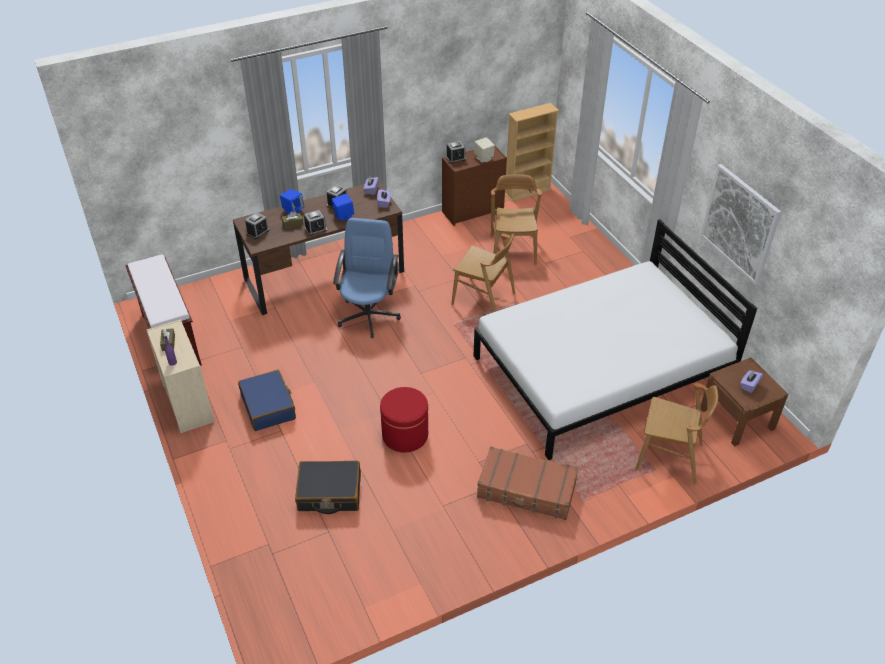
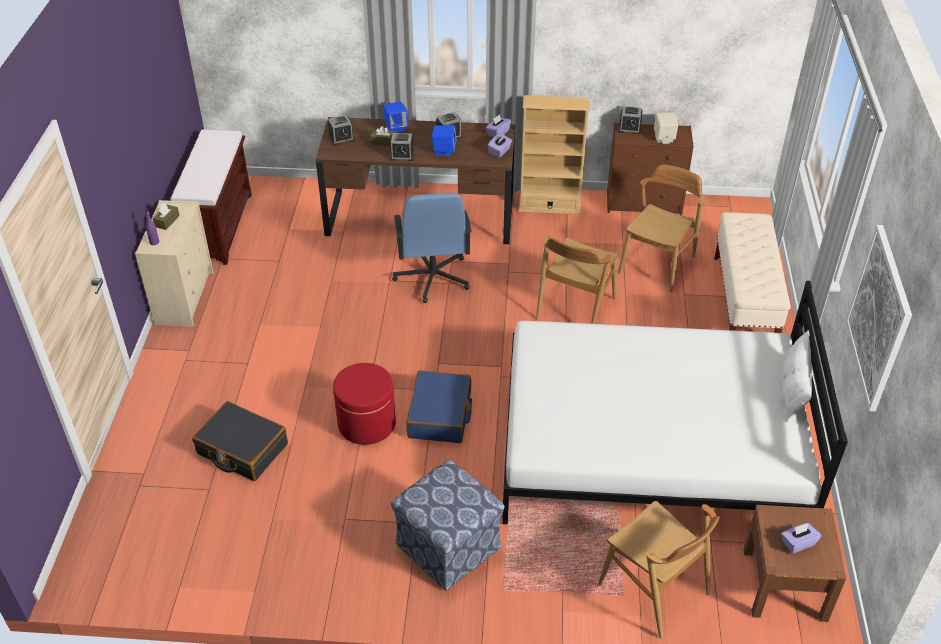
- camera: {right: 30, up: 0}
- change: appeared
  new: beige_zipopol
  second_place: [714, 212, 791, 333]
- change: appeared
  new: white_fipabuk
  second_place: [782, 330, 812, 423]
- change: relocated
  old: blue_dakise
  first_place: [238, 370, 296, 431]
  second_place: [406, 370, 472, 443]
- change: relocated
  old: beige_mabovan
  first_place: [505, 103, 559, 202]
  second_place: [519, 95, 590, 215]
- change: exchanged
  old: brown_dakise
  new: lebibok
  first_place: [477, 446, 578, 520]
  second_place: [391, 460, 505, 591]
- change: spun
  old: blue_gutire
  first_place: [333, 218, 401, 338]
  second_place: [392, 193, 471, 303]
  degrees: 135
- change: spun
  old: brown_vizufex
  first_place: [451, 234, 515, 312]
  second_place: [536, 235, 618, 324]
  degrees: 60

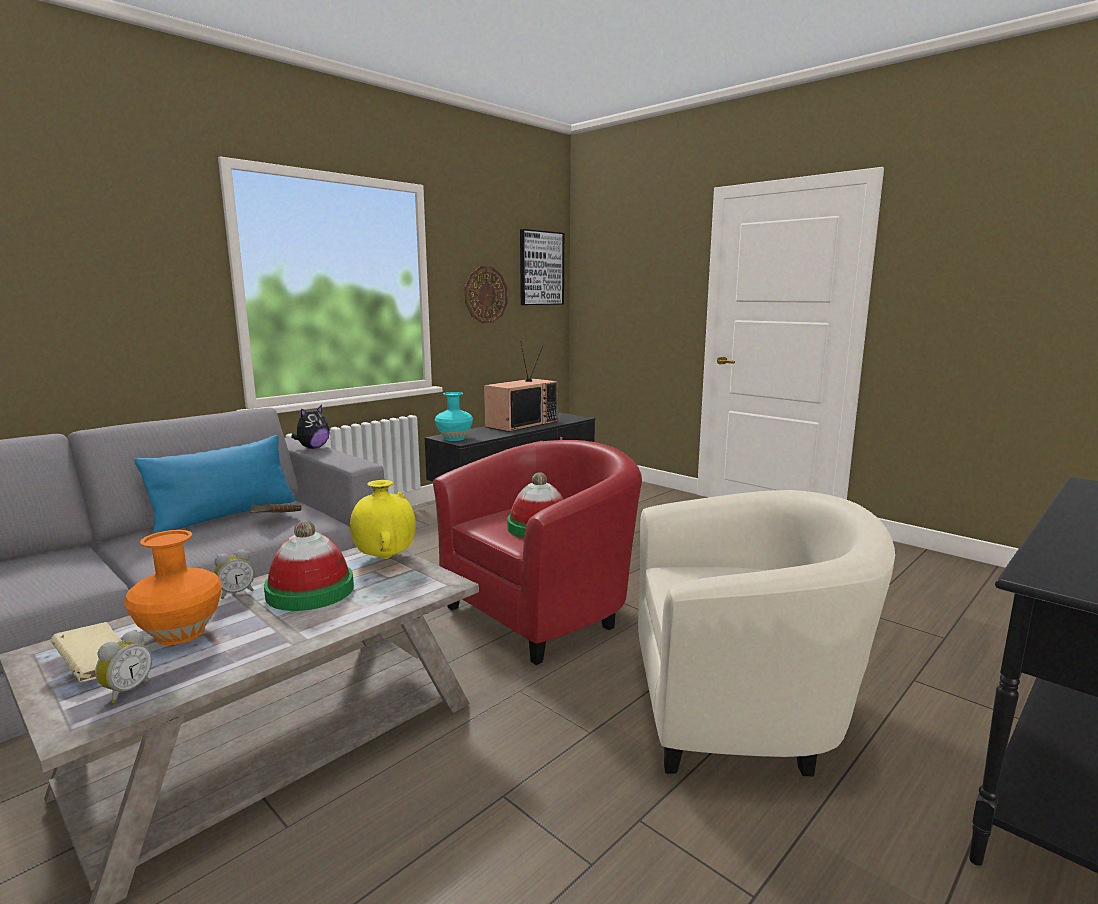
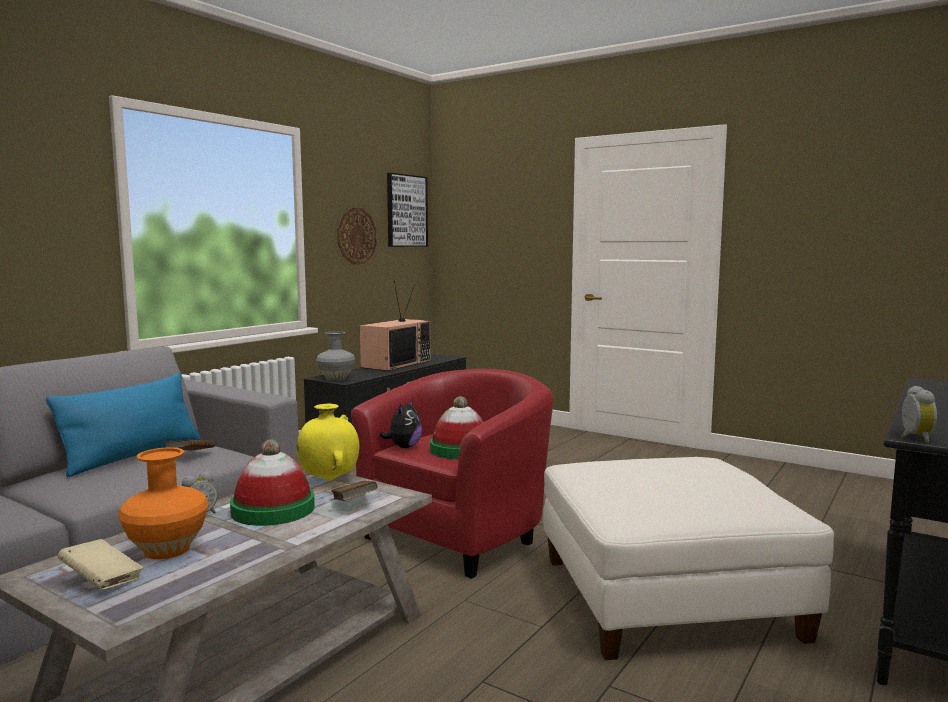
- camera: {right: -10, up: -5}
- change: appeared
  new: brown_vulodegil
  second_place: [331, 481, 377, 501]
- change: relocated
  old: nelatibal
  first_place: [95, 630, 152, 703]
  second_place: [901, 386, 937, 443]
- change: relocated
  old: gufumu
  first_place: [291, 405, 330, 449]
  second_place: [379, 399, 422, 448]
- change: exchanged
  old: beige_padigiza
  new: white_lebibok
  first_place: [638, 490, 895, 777]
  second_place: [543, 457, 834, 660]
- change: colour
  old: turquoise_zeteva
  new: grey_zeteva
  first_place: [435, 392, 473, 441]
  second_place: [316, 332, 355, 381]

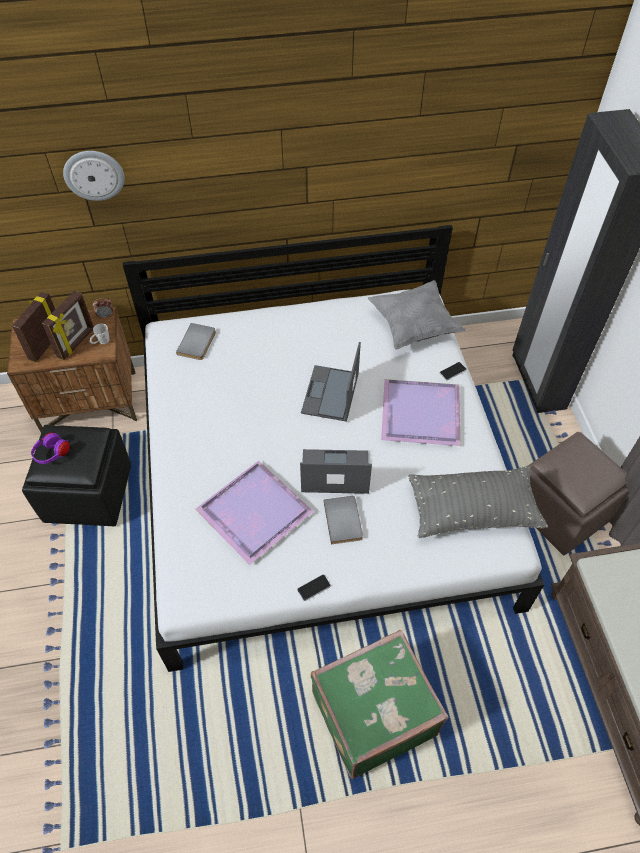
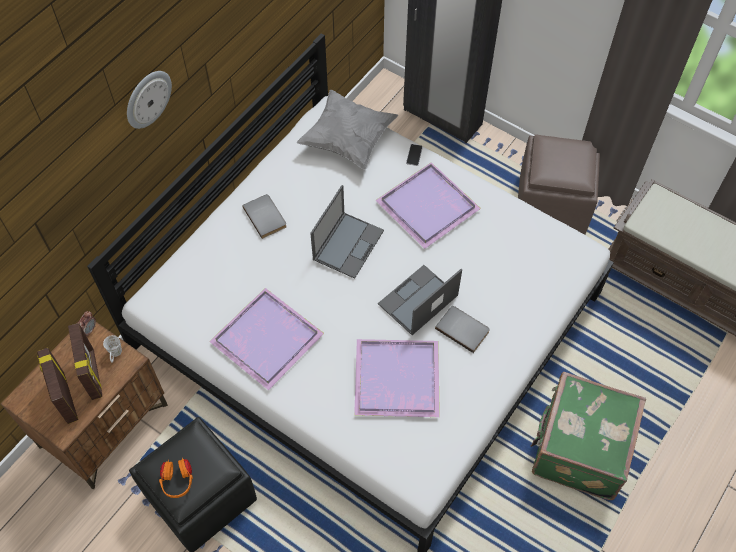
- camera: {right: -45, up: 5}
- change: missing
  old: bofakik
  first_place: [297, 575, 331, 601]
- change: missing
  old: grey_fipabuk
  first_place: [408, 466, 548, 538]
- change: appeared
  new: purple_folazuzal
  second_place: [209, 288, 324, 390]
- change: relocated
  old: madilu
  first_place: [63, 151, 125, 201]
  second_place: [127, 71, 172, 129]
- change: relocated
  old: grey_vulodegil
  first_place: [176, 323, 216, 360]
  second_place: [242, 194, 287, 239]
- change: colour
  old: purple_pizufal
  new: orange_pizufal
  first_place: [31, 432, 70, 464]
  second_place: [159, 458, 193, 498]
- change: spun
  old: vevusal
  first_place: [301, 342, 361, 422]
  second_place: [310, 185, 384, 279]
  degrees: -120

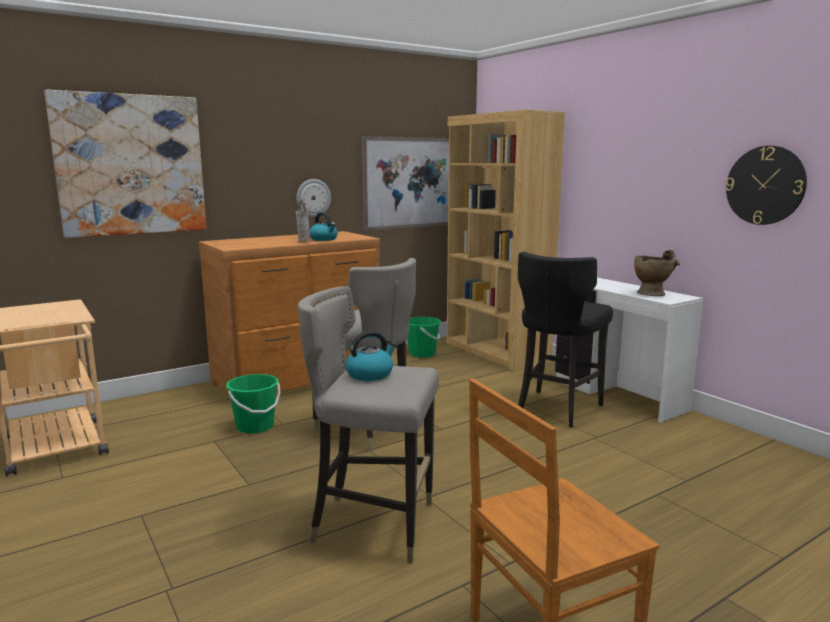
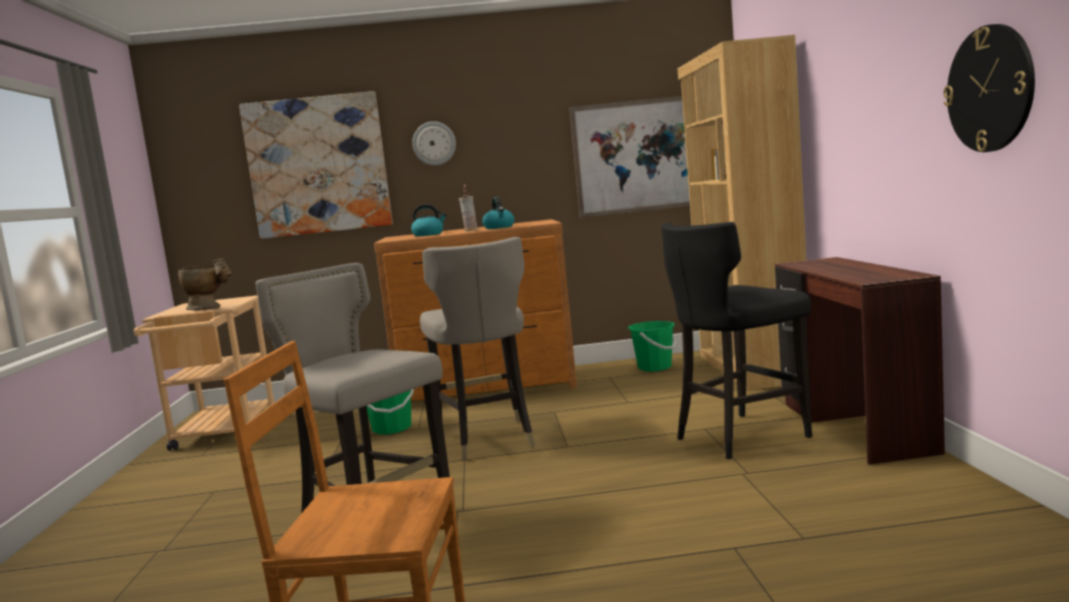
- camera: {right: 30, up: -5}
- change: relocated
  old: madilu
  first_place: [296, 179, 331, 217]
  second_place: [412, 121, 456, 165]
- change: relocated
  old: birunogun
  first_place: [345, 331, 397, 381]
  second_place: [411, 204, 447, 237]
- change: relocated
  old: beige_zeteva
  first_place: [634, 250, 680, 296]
  second_place: [178, 258, 232, 310]
- change: colour
  old: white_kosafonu
  new: brown_kosafonu
  first_place: [555, 278, 704, 423]
  second_place: [775, 257, 945, 465]

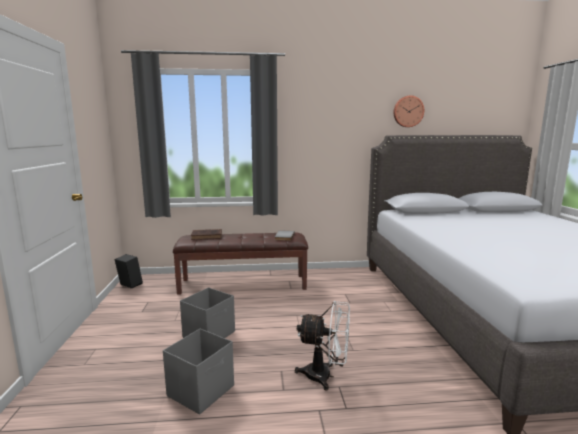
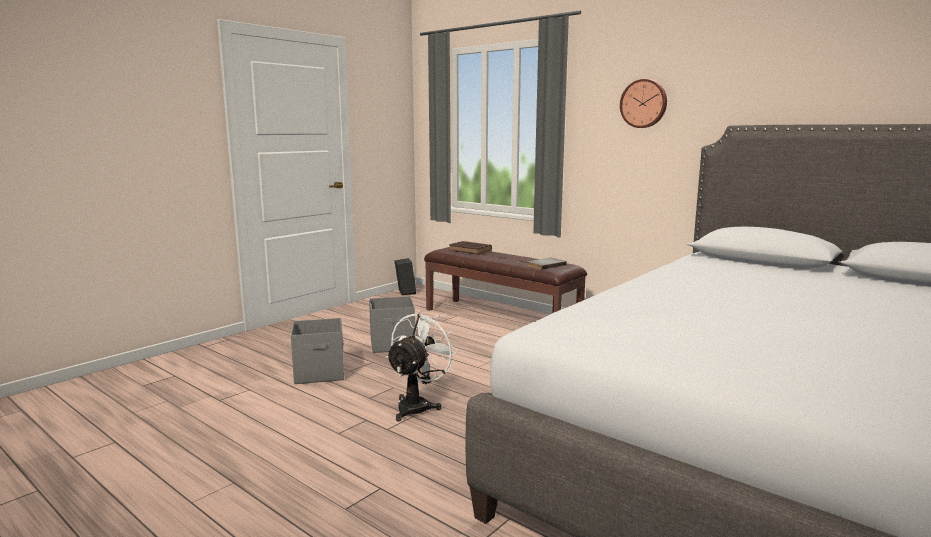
- camera: {right: 45, up: 0}
- change: relocated
  old: madilu
  first_place: [394, 96, 424, 127]
  second_place: [620, 79, 667, 128]
- change: spun
  old: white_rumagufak
  first_place: [295, 300, 350, 391]
  second_place: [386, 311, 458, 421]
  degrees: -120

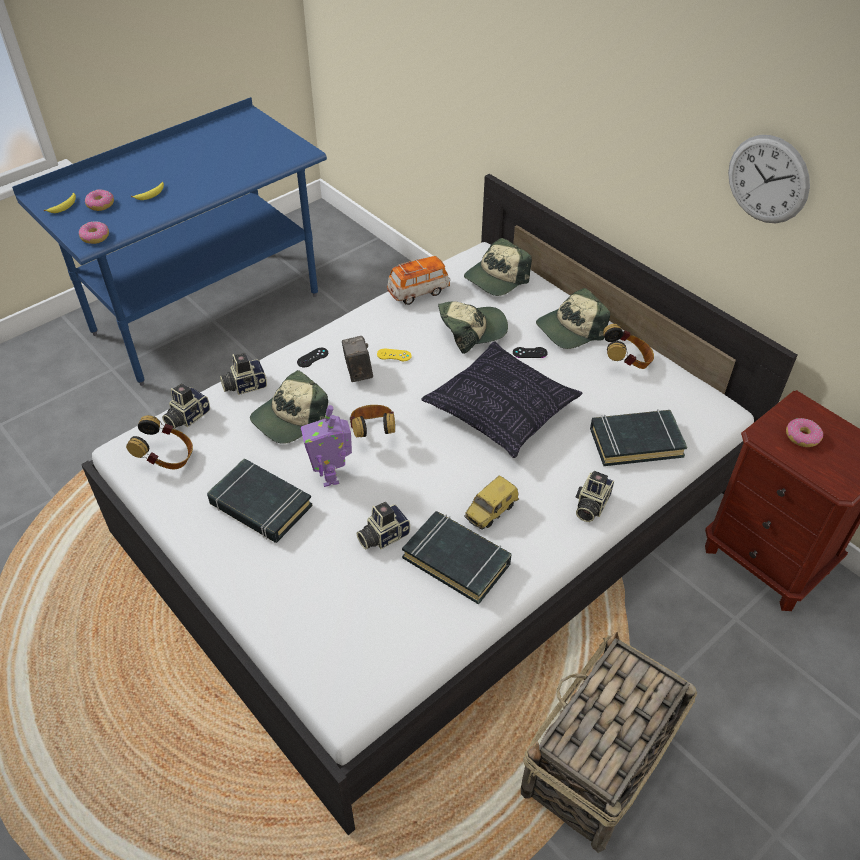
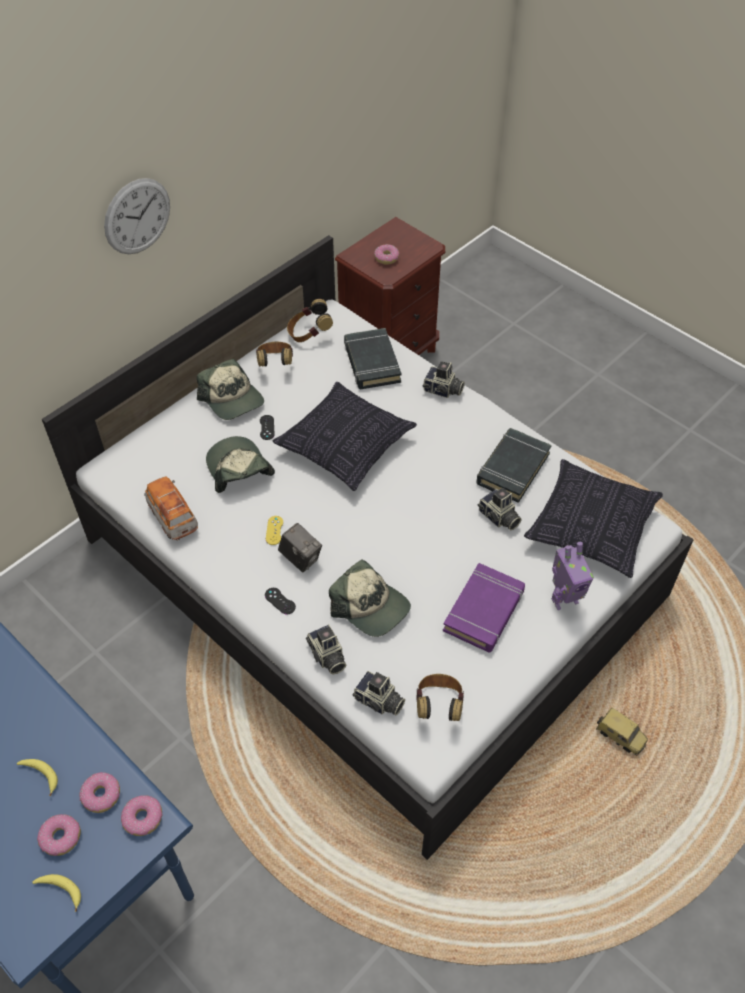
- camera: {right: -95, up: 5}
- change: missing
  old: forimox
  first_place: [464, 238, 532, 296]
- change: missing
  old: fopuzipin
  first_place: [521, 632, 697, 853]
- change: appeared
  new: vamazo
  second_place: [79, 772, 120, 813]
- change: appeared
  new: fipabuk
  second_place: [524, 459, 663, 578]
- change: relocated
  old: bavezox
  first_place: [301, 405, 352, 487]
  second_place: [551, 542, 594, 610]
- change: relocated
  old: pizufal
  first_place: [350, 405, 395, 437]
  second_place: [287, 299, 333, 342]
- change: relocated
  old: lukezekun
  first_place: [464, 476, 519, 530]
  second_place: [596, 708, 648, 755]
- change: relocated
  old: madilu
  first_place: [728, 135, 810, 223]
  second_place: [104, 178, 170, 254]
- change: colour
  old: black_vulodegil
  new: purple_vulodegil
  first_place: [207, 458, 312, 543]
  second_place: [443, 563, 525, 653]
- change: spun
  old: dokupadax
  first_place: [342, 336, 373, 382]
  second_place: [278, 523, 322, 572]
  degrees: -120

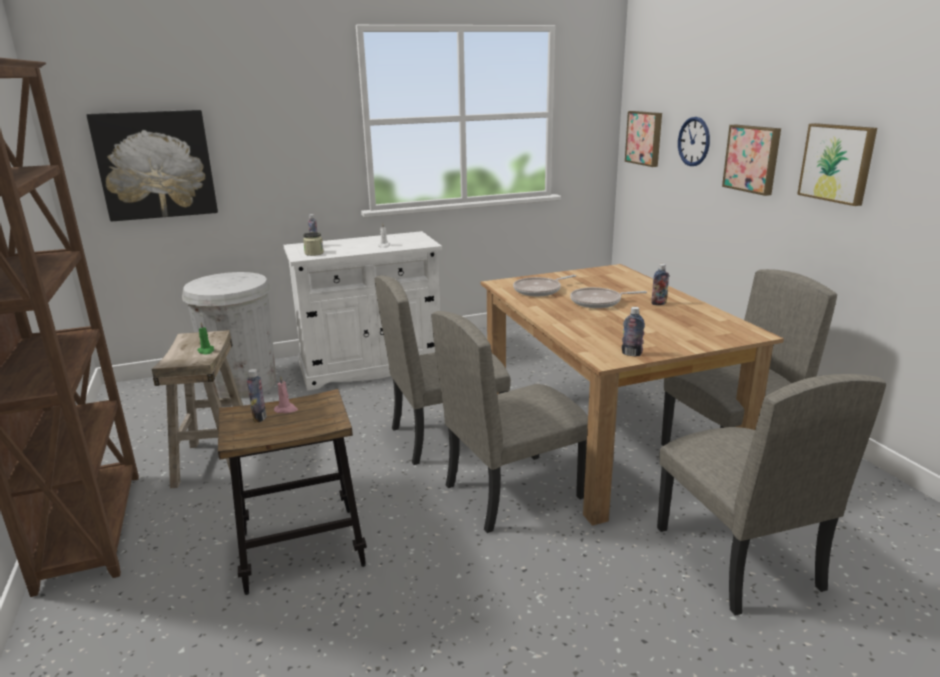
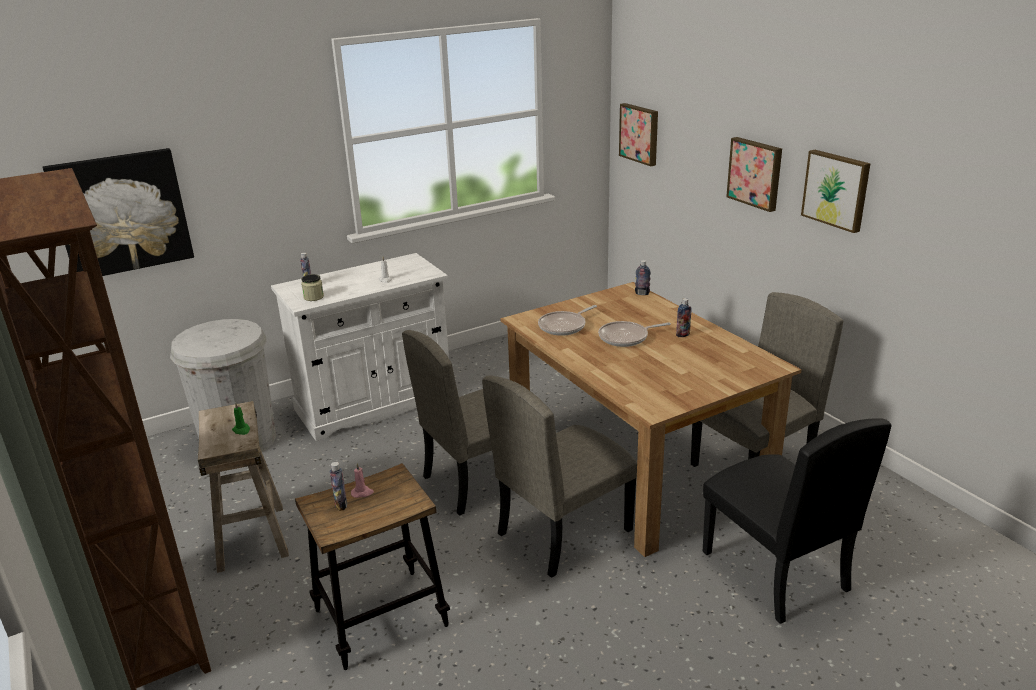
- camera: {right: -10, up: 5}
- change: missing
  old: madilu
  first_place: [678, 117, 710, 166]
- change: relocated
  old: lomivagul
  first_place: [622, 307, 645, 356]
  second_place: [635, 260, 651, 295]
- change: colour
  old: beige_vizufex
  new: black_vizufex
  first_place: [657, 374, 886, 616]
  second_place: [703, 418, 891, 624]

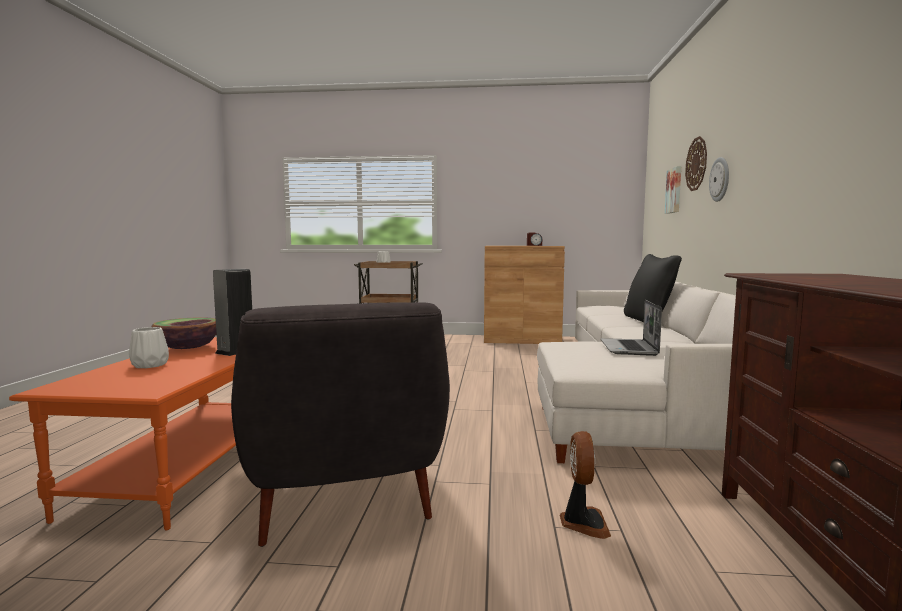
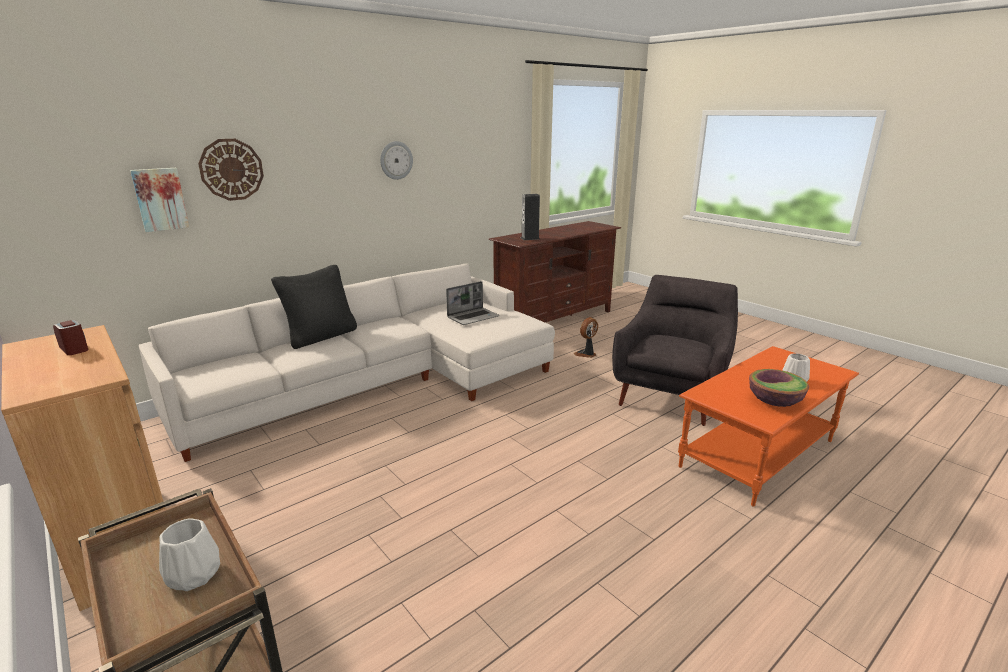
- camera: {right: -135, up: 15}
- change: relocated
  old: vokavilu
  first_place: [213, 269, 252, 356]
  second_place: [521, 194, 540, 240]
- change: relocated
  old: madilu
  first_place: [709, 157, 729, 202]
  second_place: [380, 141, 413, 180]

